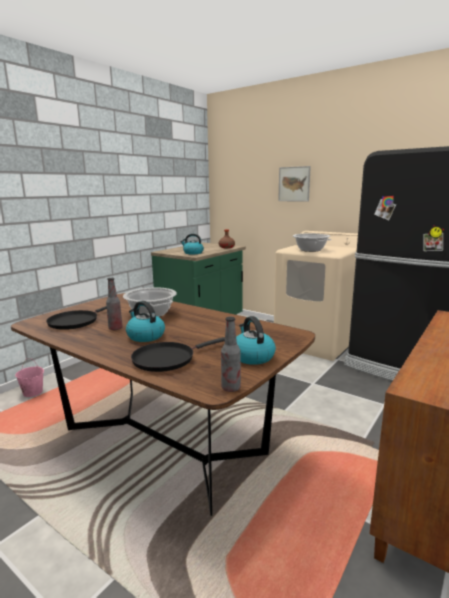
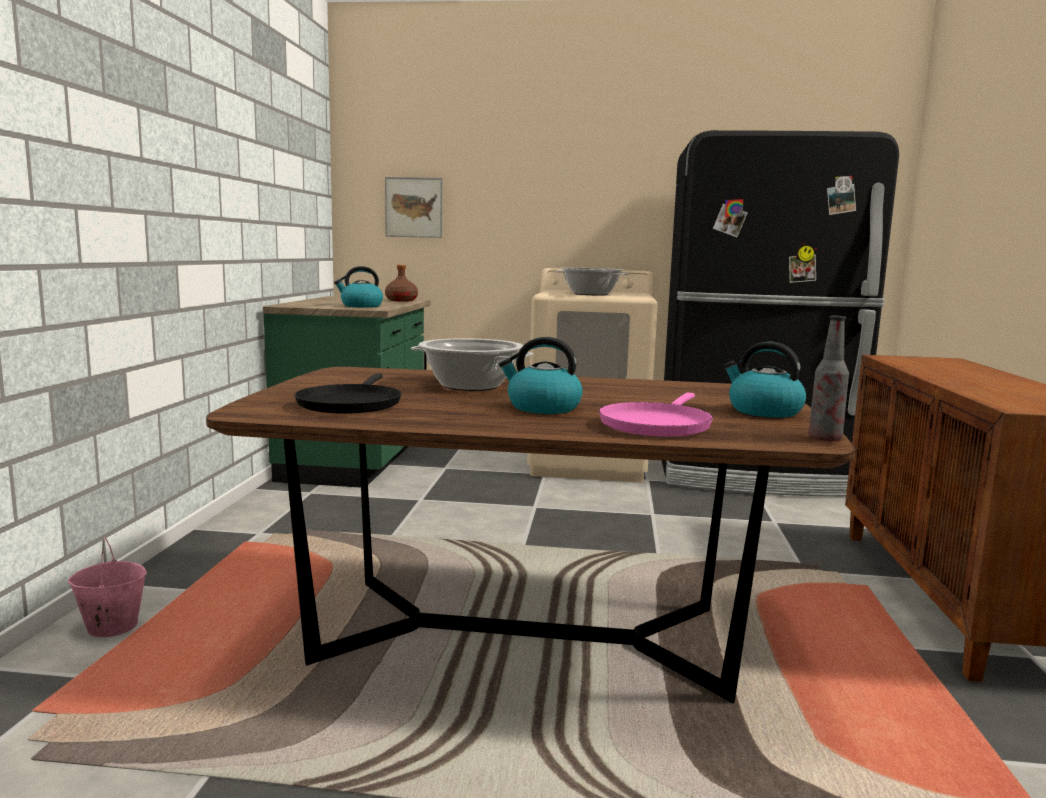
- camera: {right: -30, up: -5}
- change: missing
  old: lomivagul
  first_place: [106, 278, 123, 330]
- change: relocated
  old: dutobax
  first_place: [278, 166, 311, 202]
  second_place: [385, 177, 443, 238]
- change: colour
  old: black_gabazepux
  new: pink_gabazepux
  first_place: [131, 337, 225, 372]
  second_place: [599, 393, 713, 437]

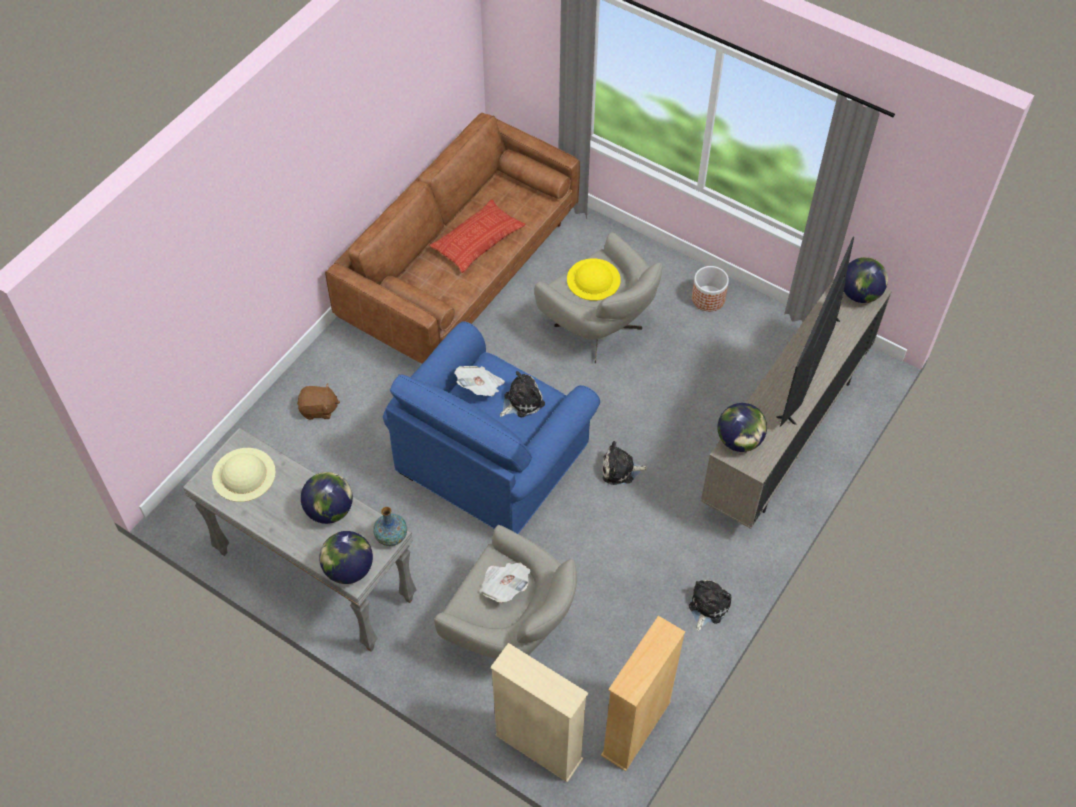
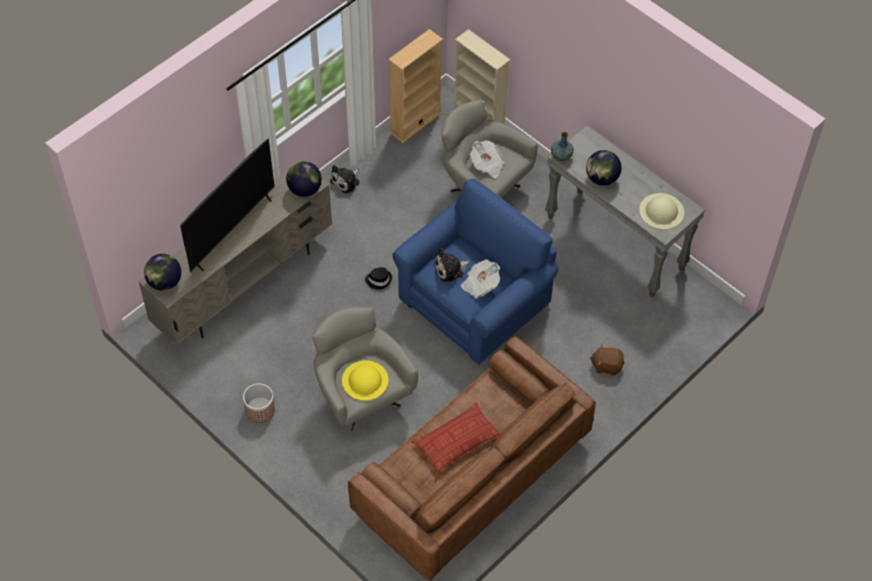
- camera: {right: -170, up: 0}
- change: missing
  old: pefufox
  first_place: [319, 531, 373, 584]
- change: exchanged
  old: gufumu
  new: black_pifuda
  first_place: [603, 441, 647, 485]
  second_place: [365, 267, 392, 290]

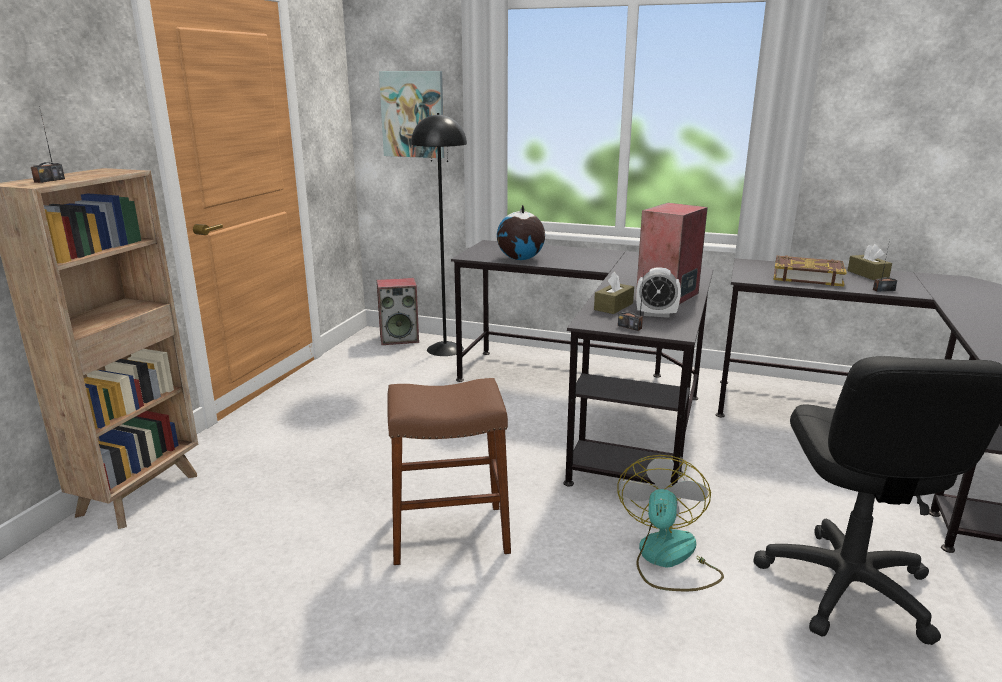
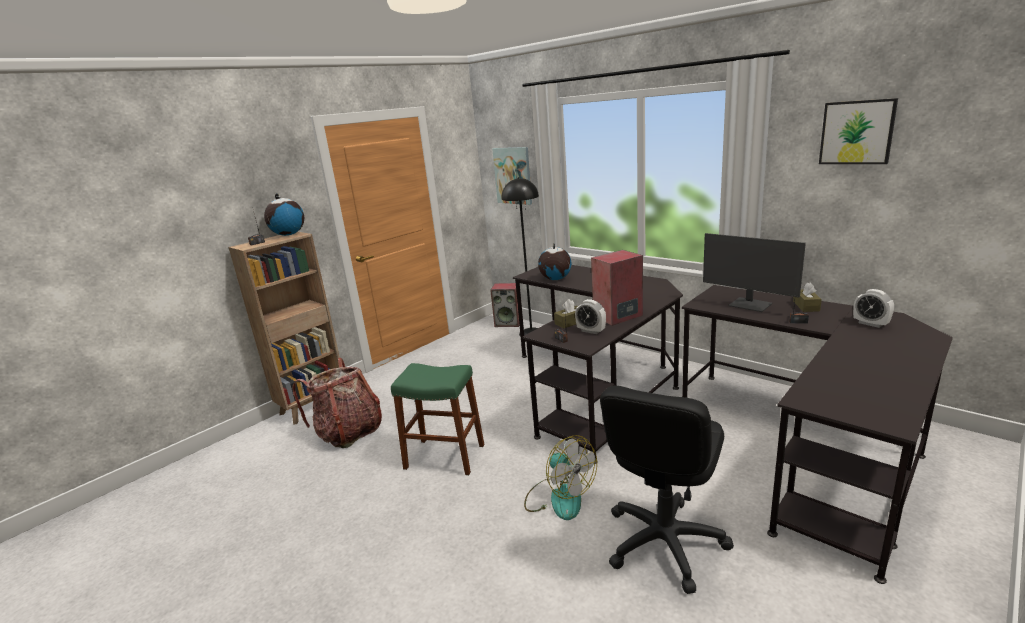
- camera: {right: 25, up: 0}
- change: appeared
  new: pefufox
  second_place: [264, 193, 304, 236]
- change: appeared
  new: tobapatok
  second_place: [292, 358, 382, 448]
- change: appeared
  new: dutobax
  second_place: [819, 98, 898, 164]
- change: appeared
  new: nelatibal
  second_place: [853, 289, 894, 328]
- change: exchanged
  old: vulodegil
  new: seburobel
  first_place: [774, 255, 847, 286]
  second_place: [703, 233, 806, 312]
- change: colour
  old: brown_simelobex
  new: green_simelobex
  first_place: [387, 378, 511, 565]
  second_place: [391, 363, 484, 475]
- change: spun
  old: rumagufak
  first_place: [617, 455, 724, 591]
  second_place: [524, 435, 597, 520]
  degrees: 105

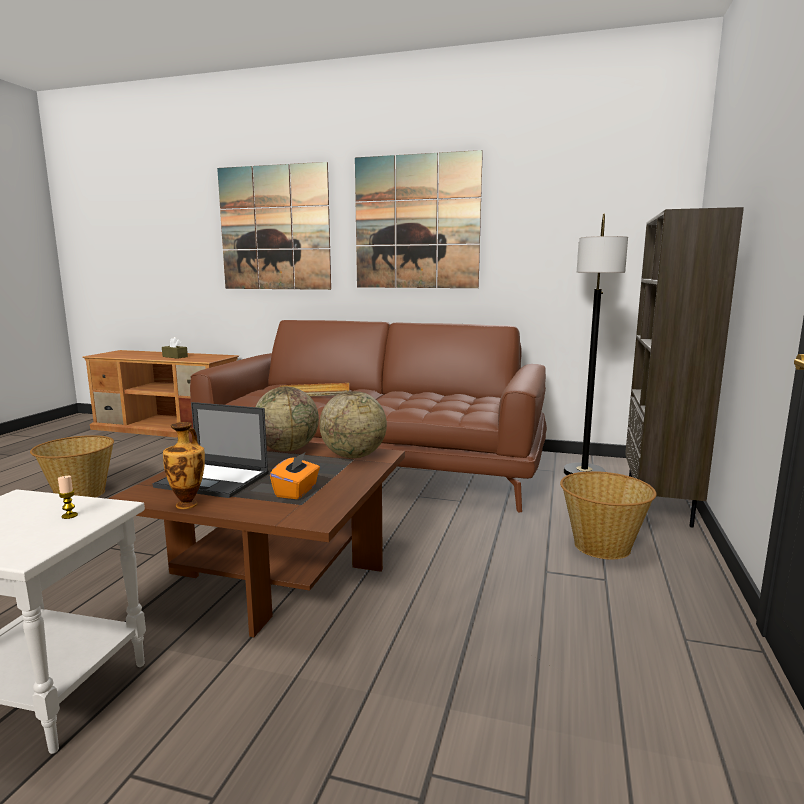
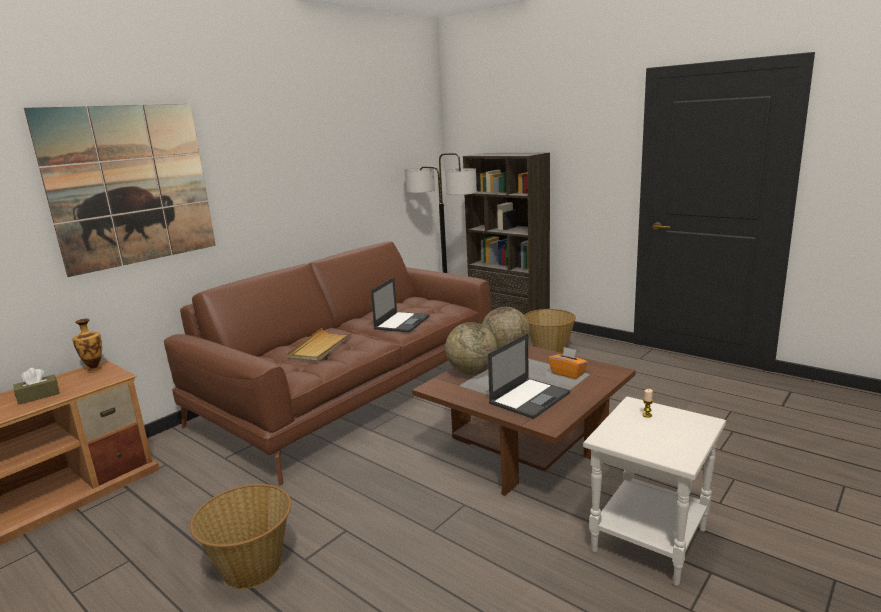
- camera: {right: -65, up: 5}
- change: missing
  old: dutobax
  first_place: [355, 150, 483, 288]
- change: appeared
  new: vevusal
  second_place: [371, 277, 430, 333]
- change: relocated
  old: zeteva
  first_place: [163, 422, 205, 509]
  second_place: [72, 319, 102, 373]

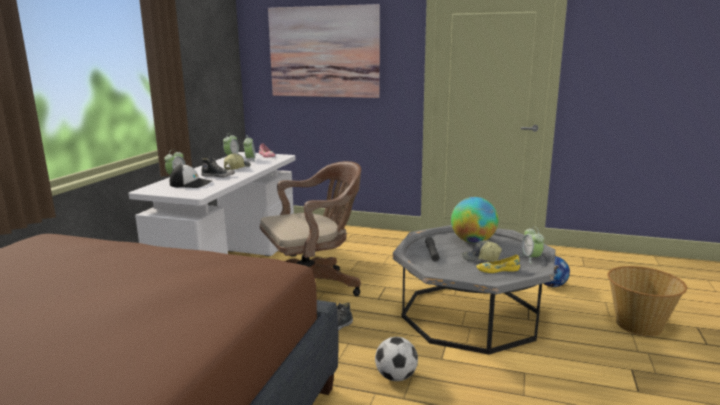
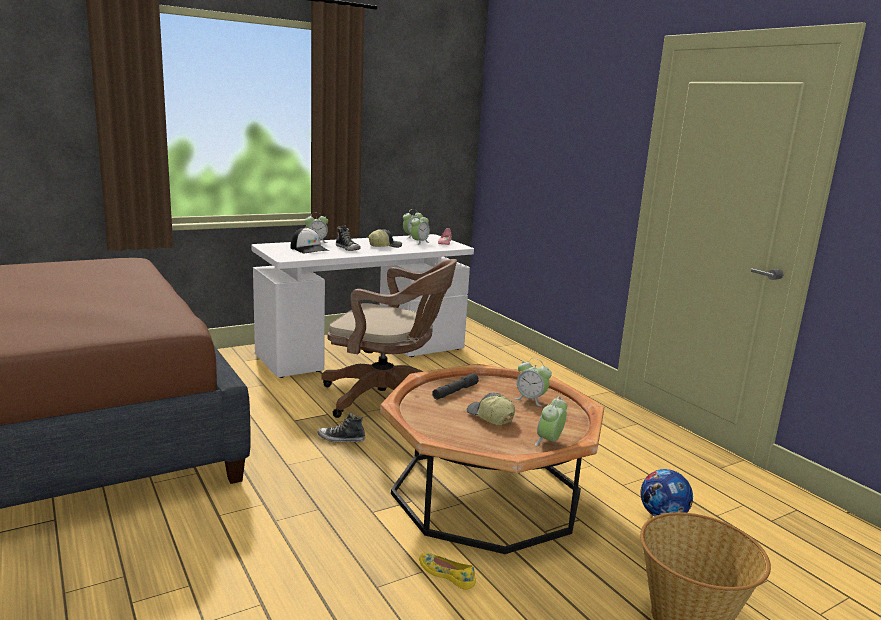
- camera: {right: 40, up: 0}
- change: missing
  old: dutobax
  first_place: [268, 4, 380, 98]
- change: missing
  old: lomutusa
  first_place: [375, 337, 418, 381]
- change: relocated
  old: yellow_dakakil
  first_place: [477, 255, 520, 273]
  second_place: [419, 553, 476, 590]
- change: exchanged
  old: pefufox
  new: nelatibal
  first_place: [451, 197, 499, 243]
  second_place: [515, 358, 552, 406]
- change: colour
  old: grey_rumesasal
  new: brown_rumesasal
  first_place: [393, 225, 555, 355]
  second_place: [380, 364, 604, 554]

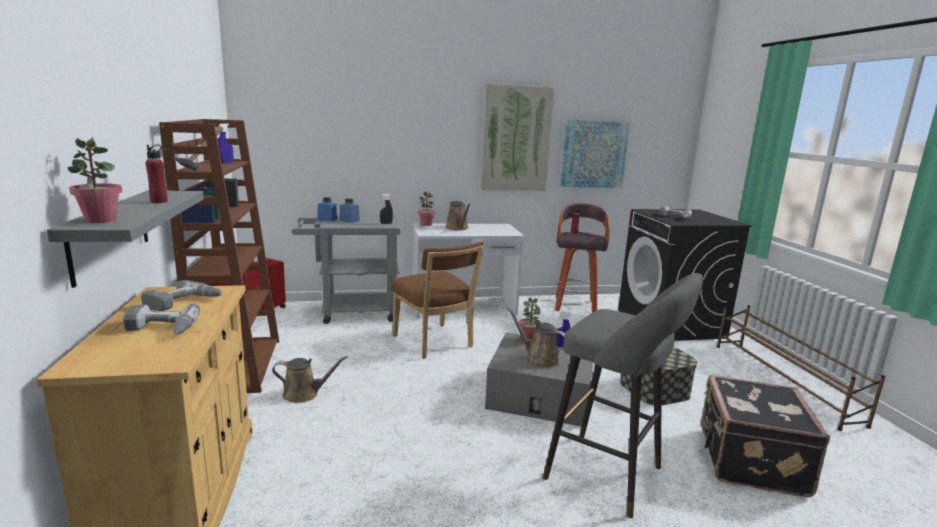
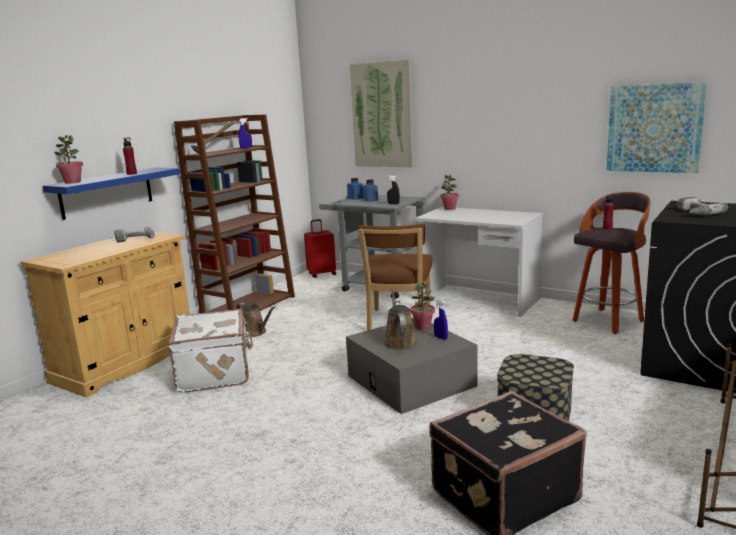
- camera: {right: 45, up: 0}
- change: missing
  old: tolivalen
  first_place: [123, 304, 200, 334]
- change: missing
  old: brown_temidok
  first_place: [445, 201, 471, 230]
- change: missing
  old: grey_simelobex
  first_place: [543, 273, 704, 518]
- change: appeared
  new: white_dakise
  second_place: [168, 309, 253, 392]
- change: relocated
  old: dutobax
  first_place: [480, 84, 554, 191]
  second_place: [350, 59, 414, 167]
- change: colour
  old: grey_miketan
  new: blue_miketan
  first_place: [47, 190, 204, 288]
  second_place: [43, 167, 181, 220]

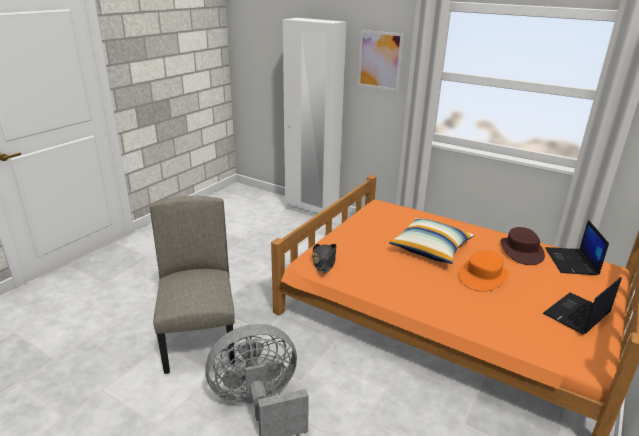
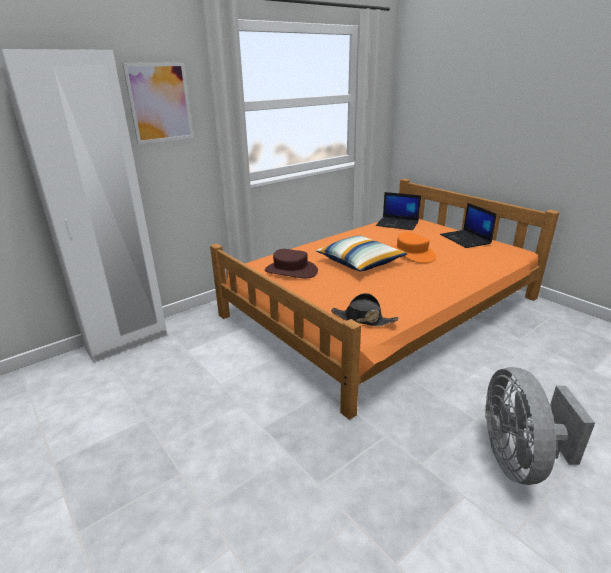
- camera: {right: -70, up: 0}
- change: missing
  old: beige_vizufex
  first_place: [150, 196, 235, 374]
- change: relocated
  old: brown_pifuda
  first_place: [501, 227, 545, 265]
  second_place: [265, 249, 318, 278]

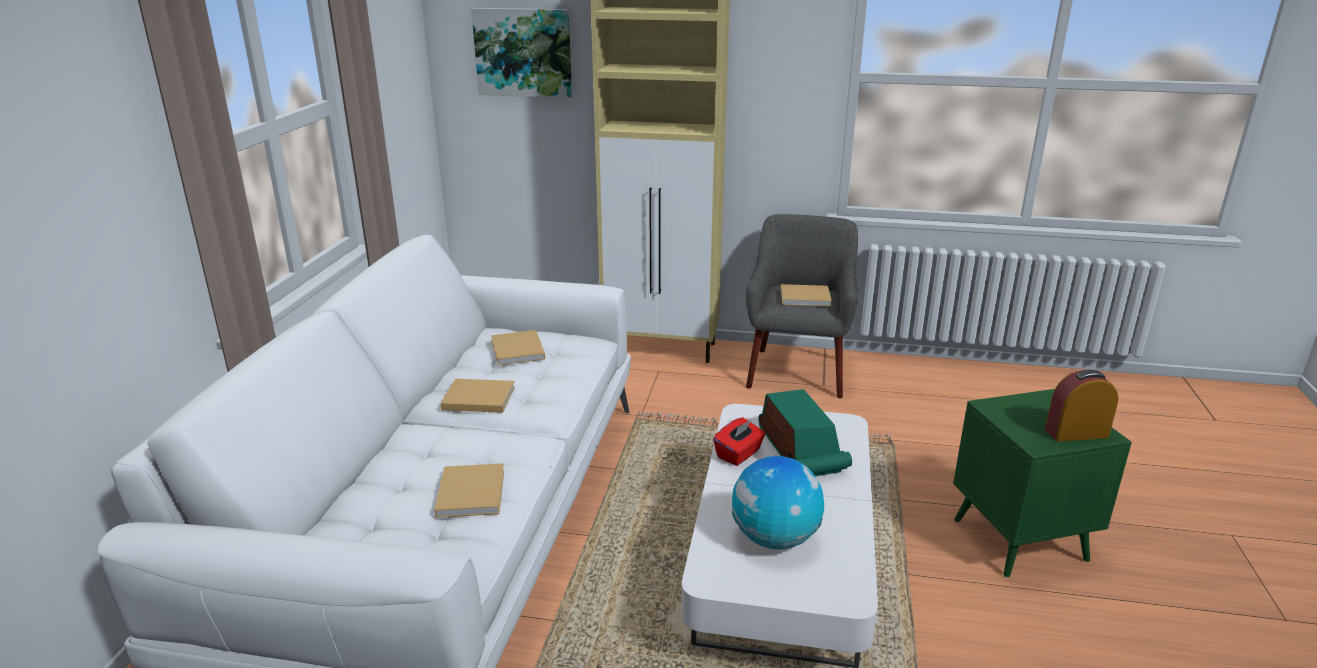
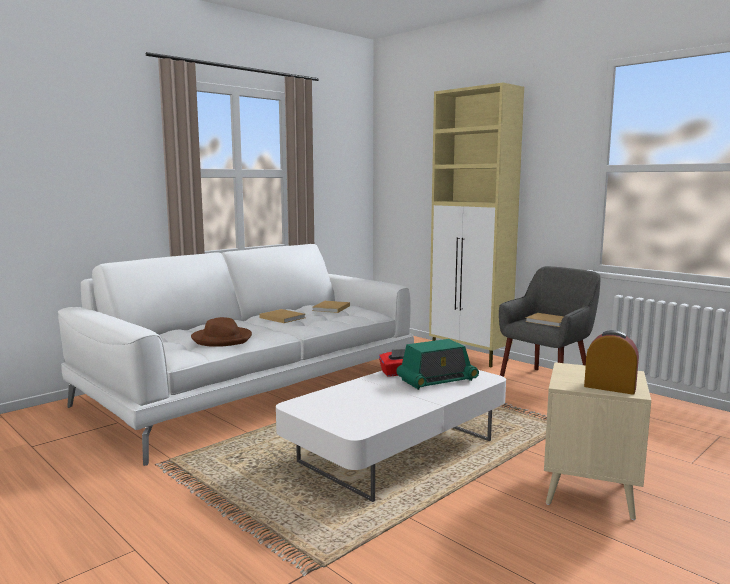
- camera: {right: 35, up: -15}
- change: missing
  old: dutobax
  first_place: [471, 8, 572, 98]
- change: missing
  old: pefufox
  first_place: [732, 456, 824, 549]
- change: exchanged
  old: beige_vulodegil
  new: brown_pifuda
  first_place: [434, 463, 504, 518]
  second_place: [191, 317, 252, 347]
- change: colour
  old: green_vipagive
  new: beige_vipagive
  first_place: [953, 389, 1132, 578]
  second_place: [544, 362, 651, 520]
- change: spun
  old: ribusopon
  first_place: [758, 389, 852, 476]
  second_place: [396, 339, 479, 390]
  degrees: 45

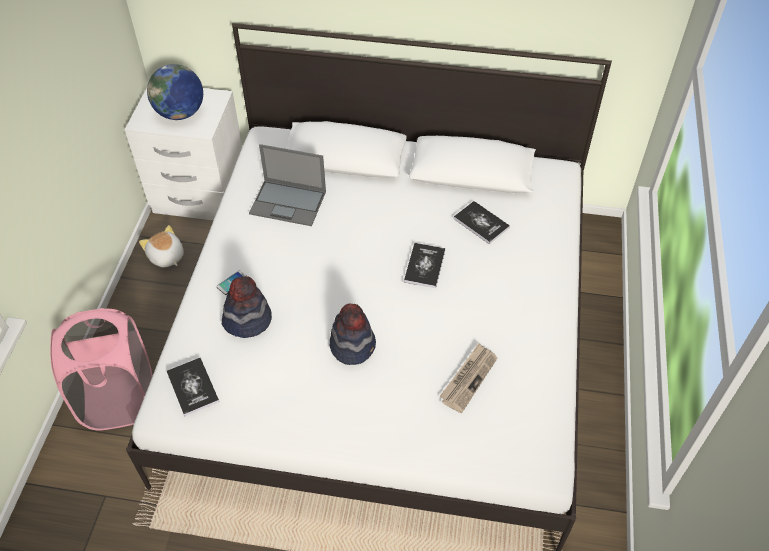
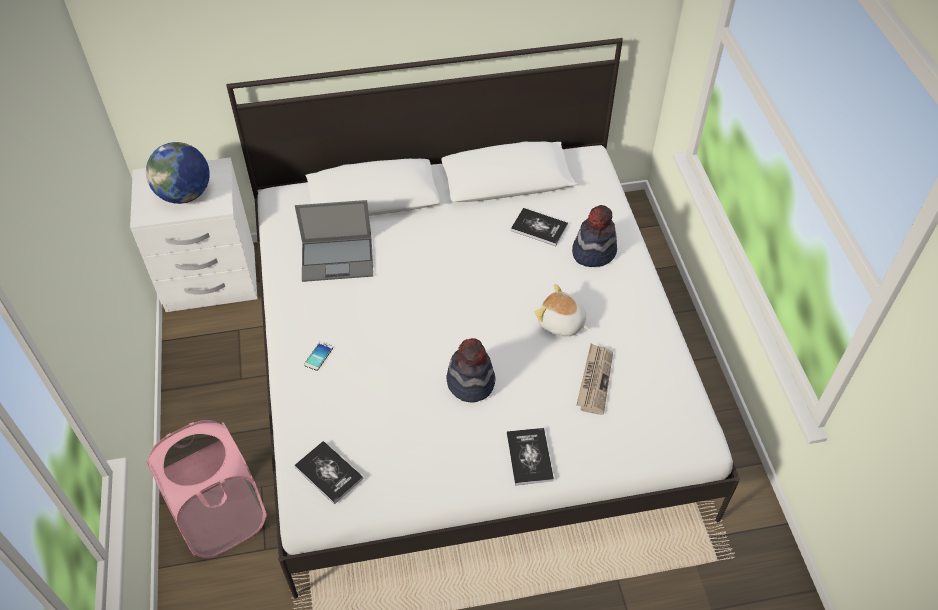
- camera: {right: -20, up: 0}
- change: relocated
  old: gufumu
  first_place: [139, 225, 184, 267]
  second_place: [534, 284, 589, 336]
- change: relocated
  old: pifuda
  first_place: [222, 276, 272, 338]
  second_place: [572, 205, 617, 267]
- change: relocated
  old: vulodegil
  first_place: [404, 243, 445, 288]
  second_place: [507, 428, 554, 485]

